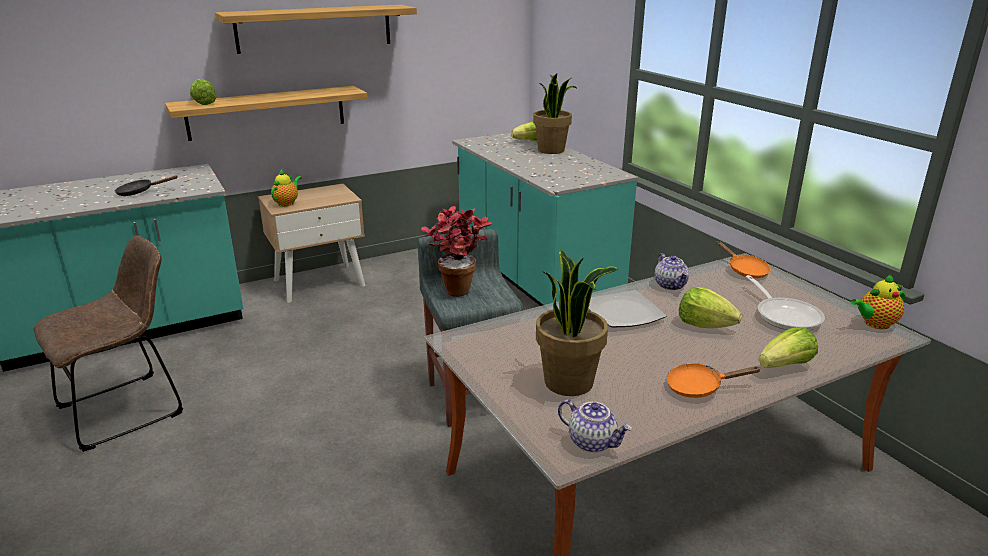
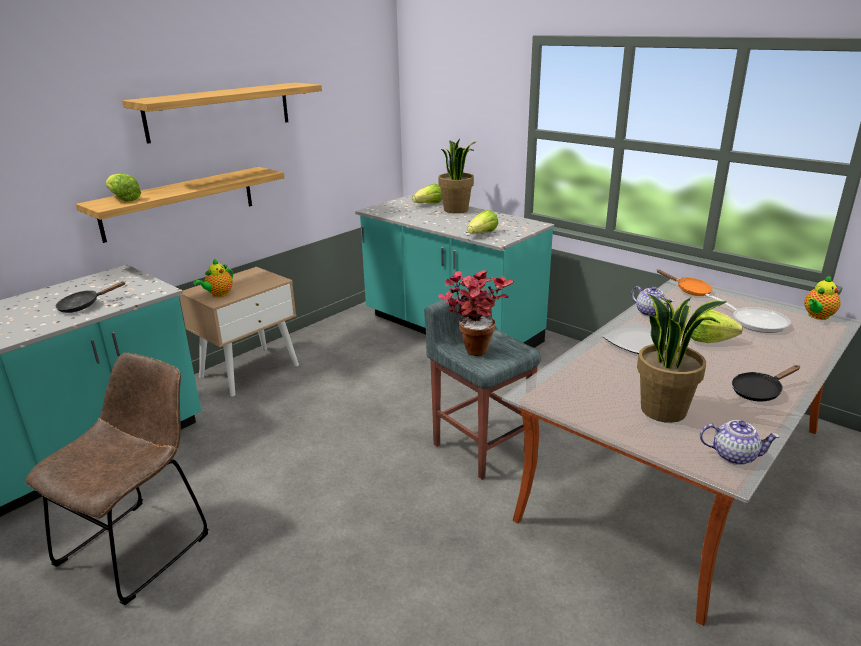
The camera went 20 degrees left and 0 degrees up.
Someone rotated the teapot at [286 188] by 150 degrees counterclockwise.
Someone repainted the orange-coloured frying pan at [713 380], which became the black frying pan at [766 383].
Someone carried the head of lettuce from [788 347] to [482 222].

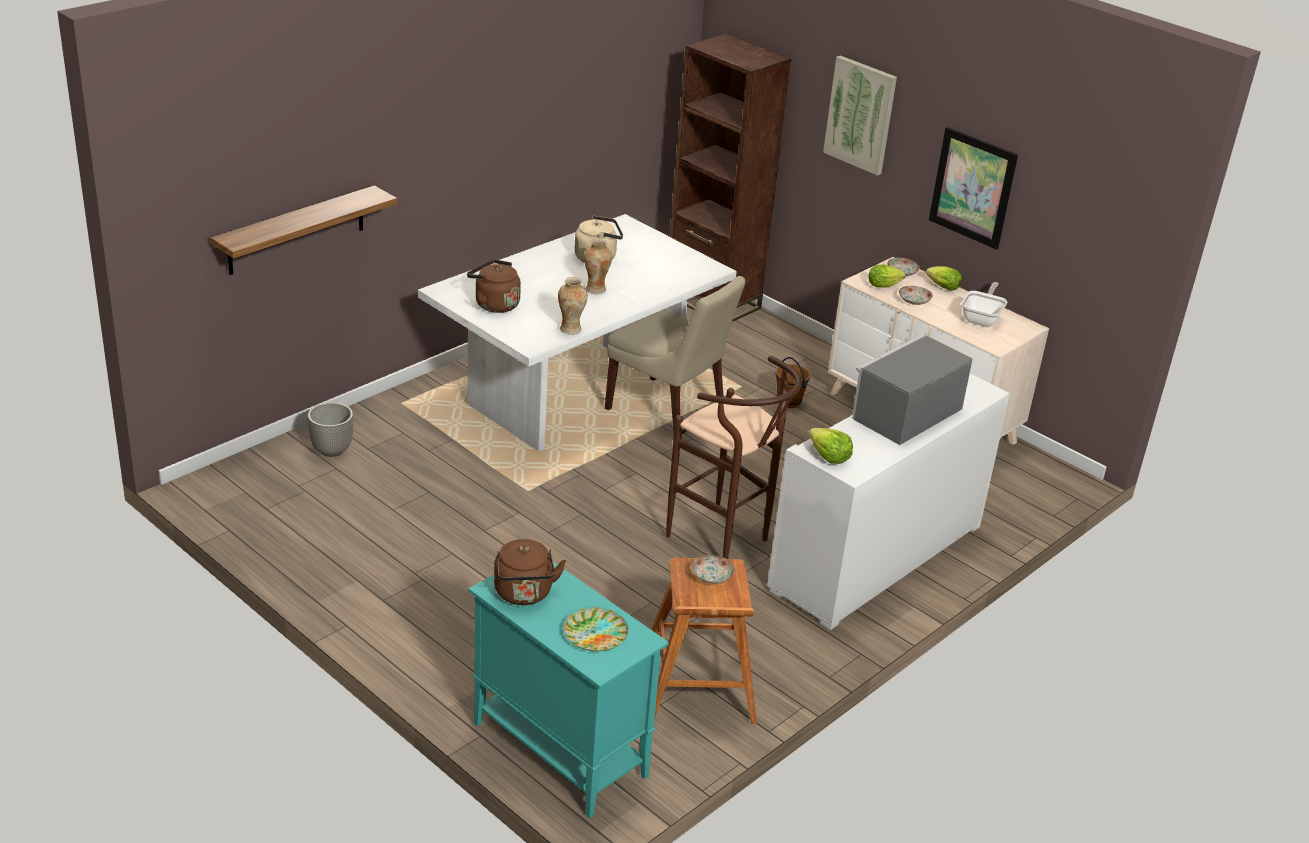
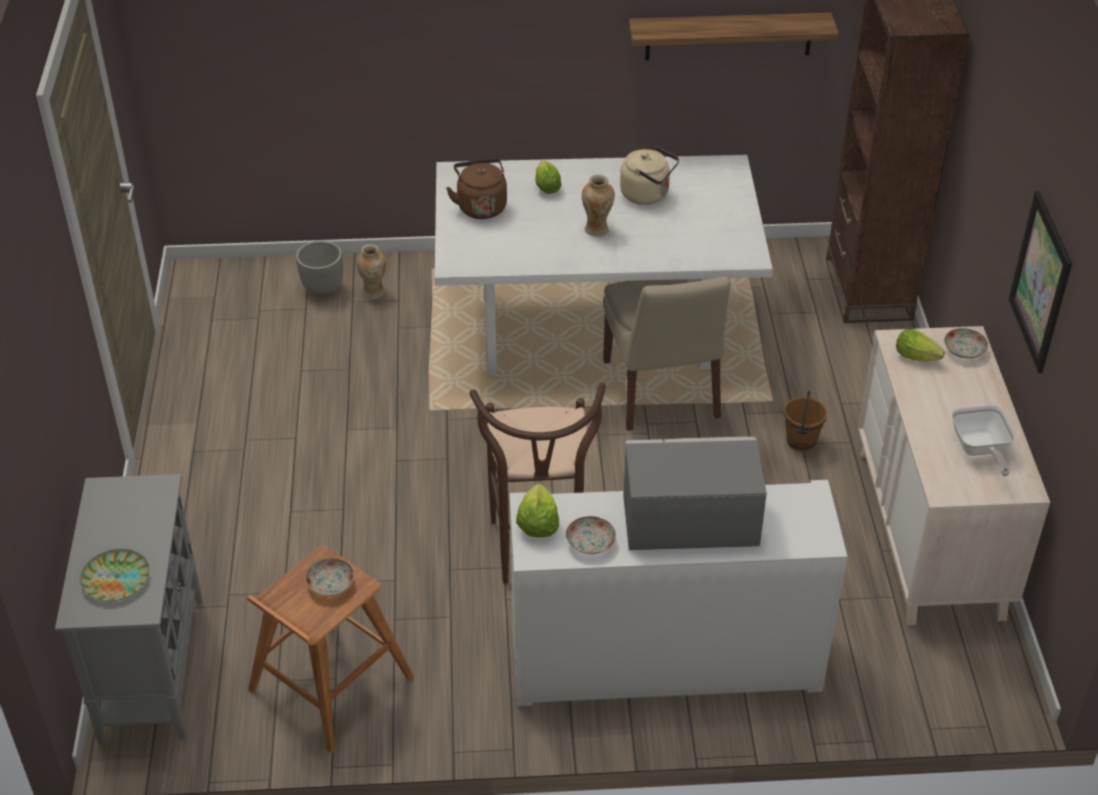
The camera went 45 degrees right and 10 degrees up.
Someone carried the wall shelf from [304 230] to [734 36].
Someone repainted the turquoise-coloured storage cabinet at [568 690], which became the grey storage cabinet at [129 609].
Someone took away the brown tea kettle at [530 572].
Someone carried the decorative vase from [573 306] to [371 271].
Someone took away the wall art at [860 116].
Someone carried the flat dish from [916 295] to [591 535].
Someone carried the head of lettuce from [944 278] to [548 177].
Someone rotated the frying pan at [984 304] by 105 degrees clockwise.

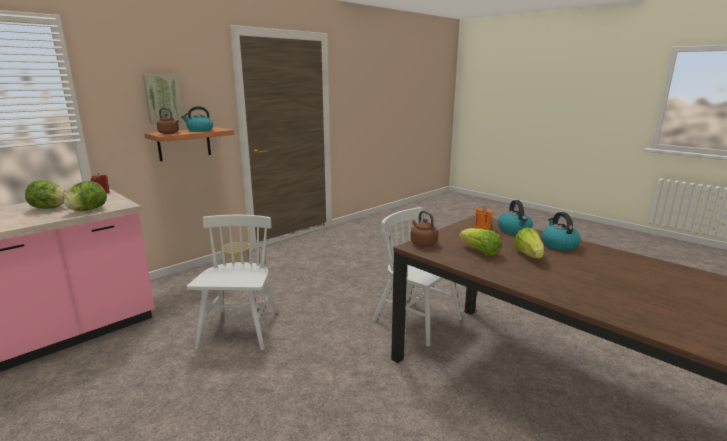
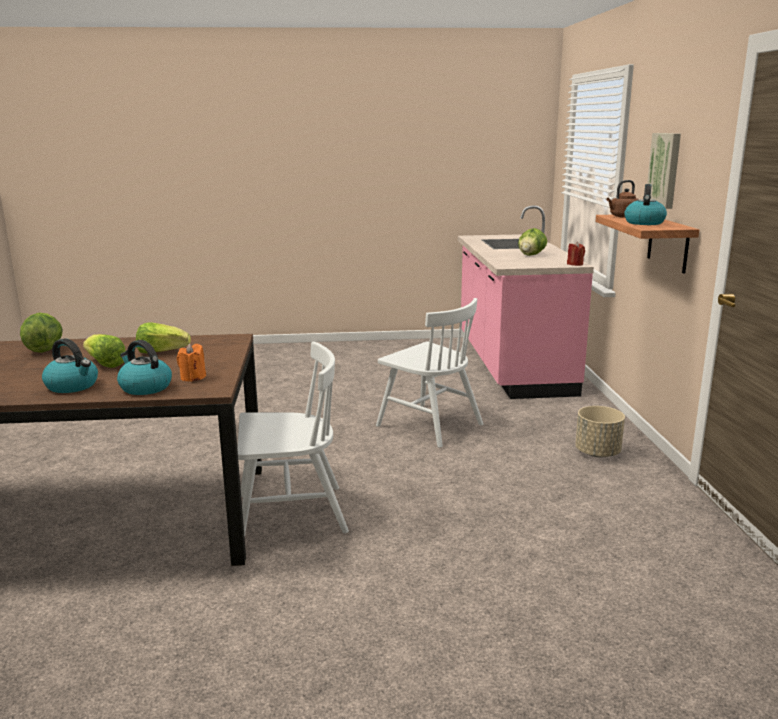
The camera went 130 degrees right and 0 degrees up.
Someone carried the head of lettuce from [85 196] to [41 332].
Someone took away the brown tea kettle at [424 229].

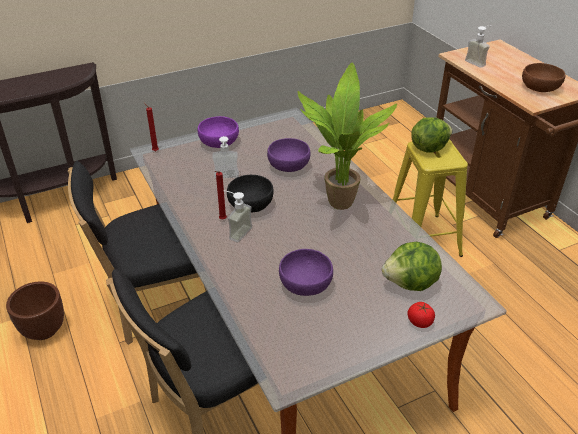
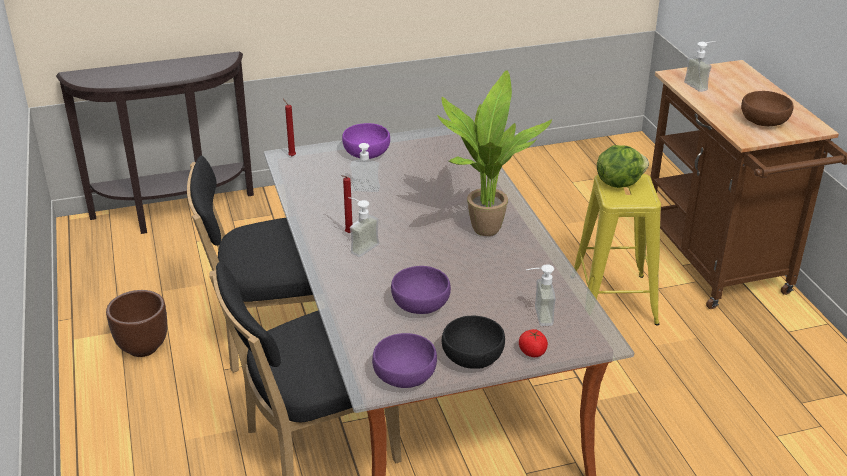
The camera went 10 degrees right and 5 degrees down.
Someone carried the black deep dish from [250 194] to [473 342].
Someone carried the purple-coloured deep dish from [288 155] to [404 360].
Someone swapped the head of lettuce at [412 266] for the soap bottle at [541 295].

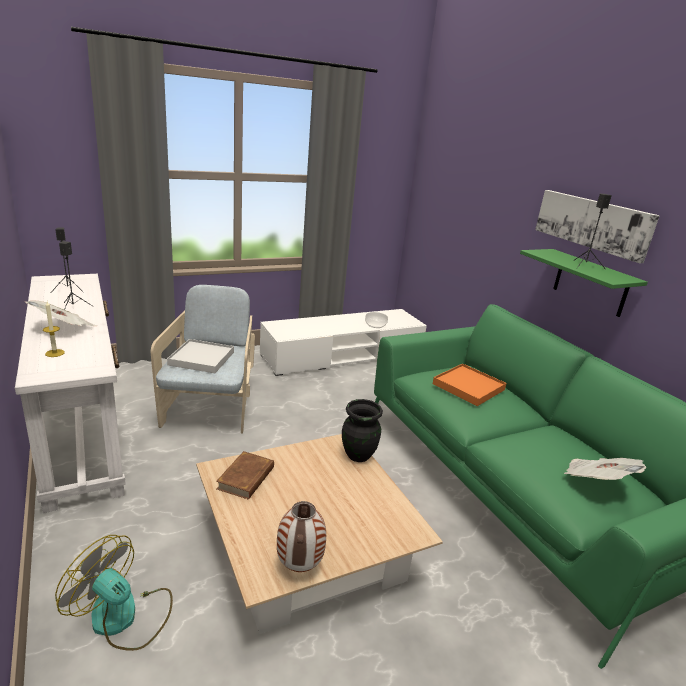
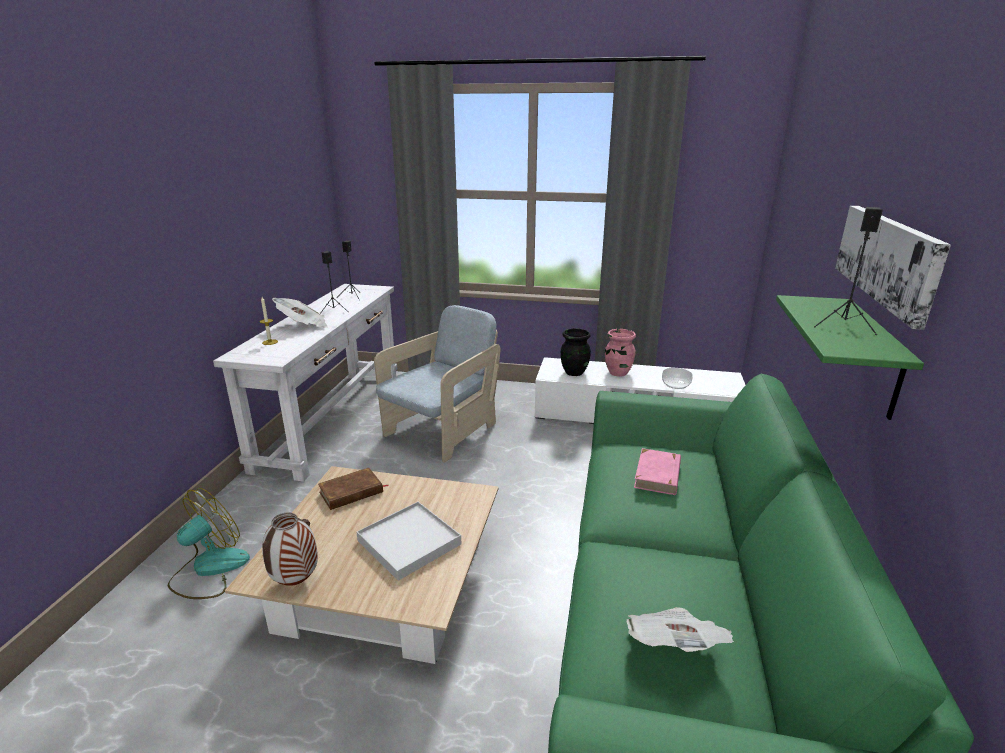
The camera went 40 degrees right and 0 degrees up.
Someone rotated the electric fan at [114 593] by 60 degrees clockwise.
Someone carried the white tray from [200 356] to [408 541].
Someone carried the black decorative vase from [362 430] to [576 352].
Someone swapped the orange-coloured tray at [470 385] for the pinkish bound book at [657 471].
Someone put down the pinkish decorative vase at [620 353].

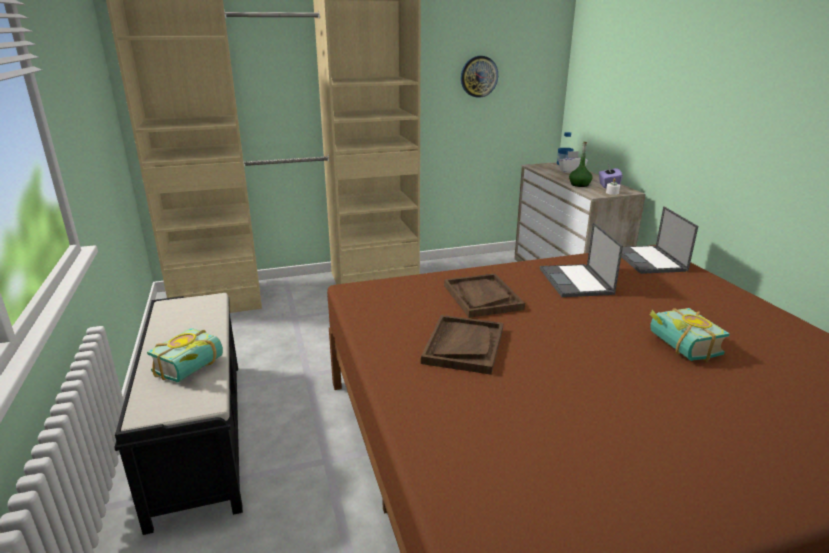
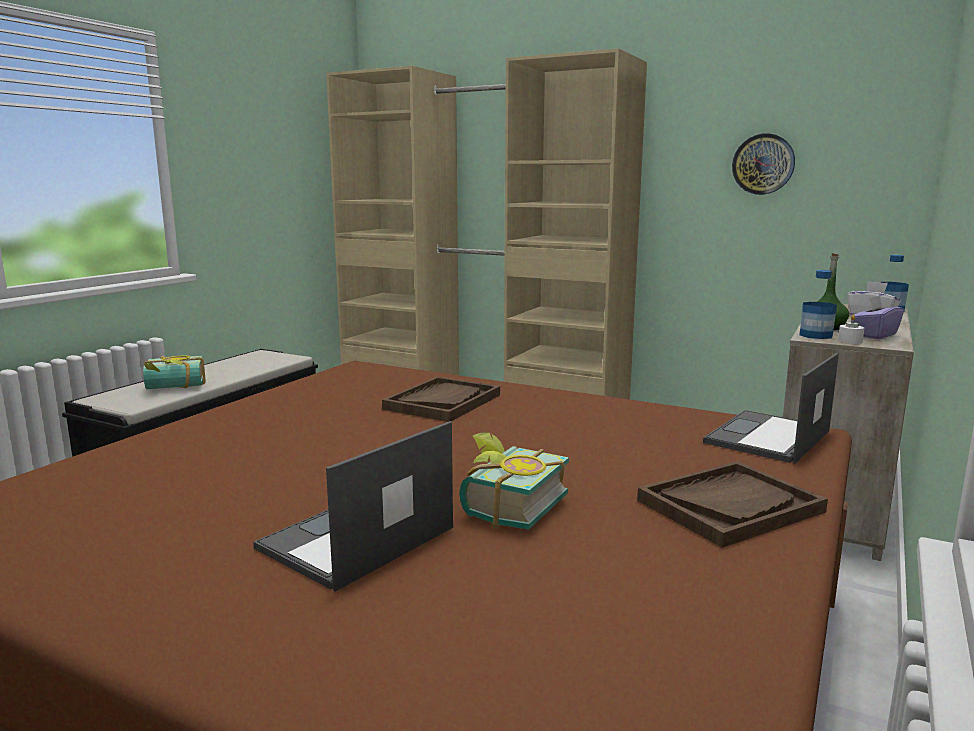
The camera went 45 degrees right and 10 degrees down.
Someone carried the brown tray from [462 345] to [732 504].
Someone carried the portable computer from [581 259] to [353 506].
Someone put down the beverage bottle at [818 304].

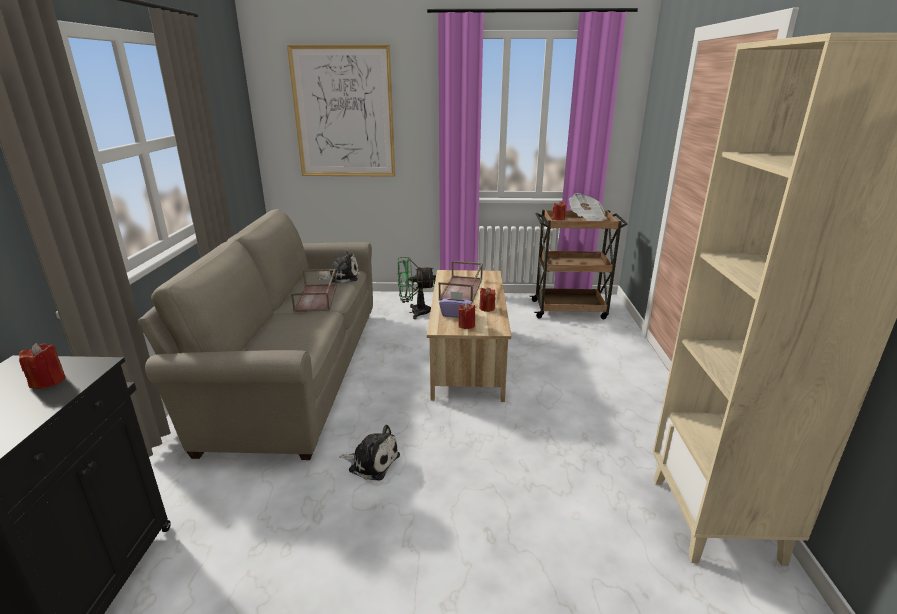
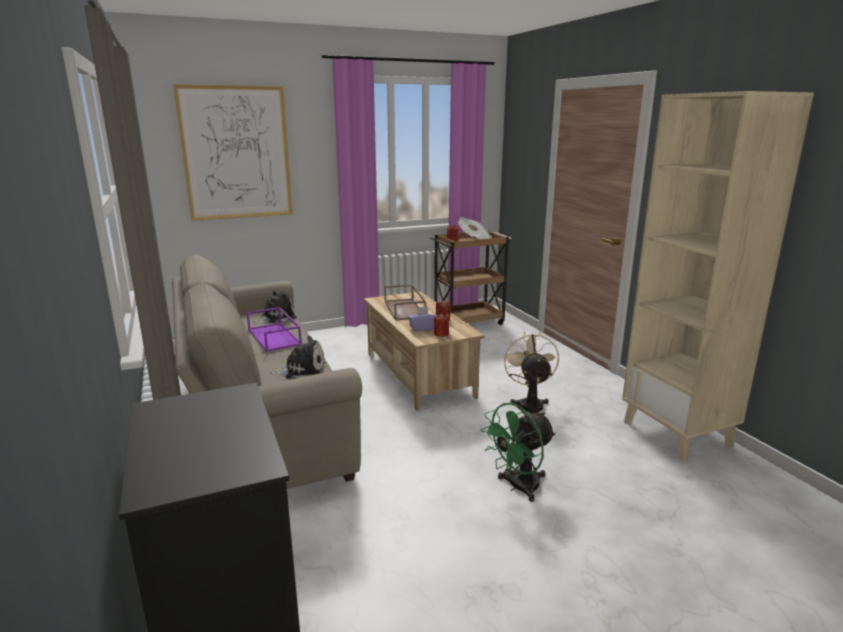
The camera went 25 degrees left and 5 degrees down.
Someone took away the red candle at [42 366].
Someone repainted the brown tray at [314 290], which became the purple-coloured tray at [274 329].
Someone carried the plush toy from [370 452] to [297 357].
Someone carried the green electric fan from [416 288] to [518 452].
Someone put down the beige-coloured electric fan at [531 372].

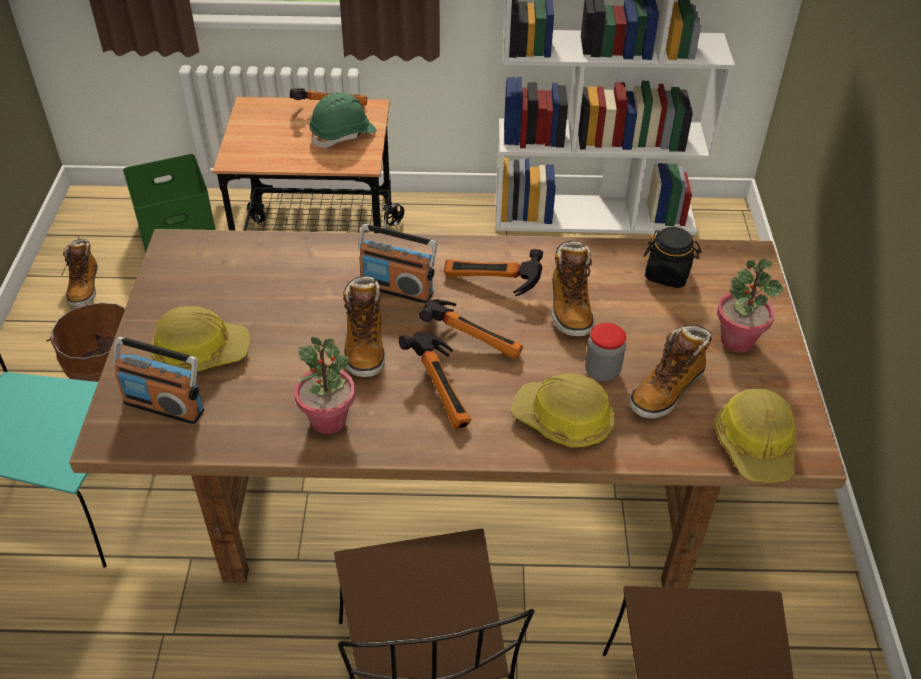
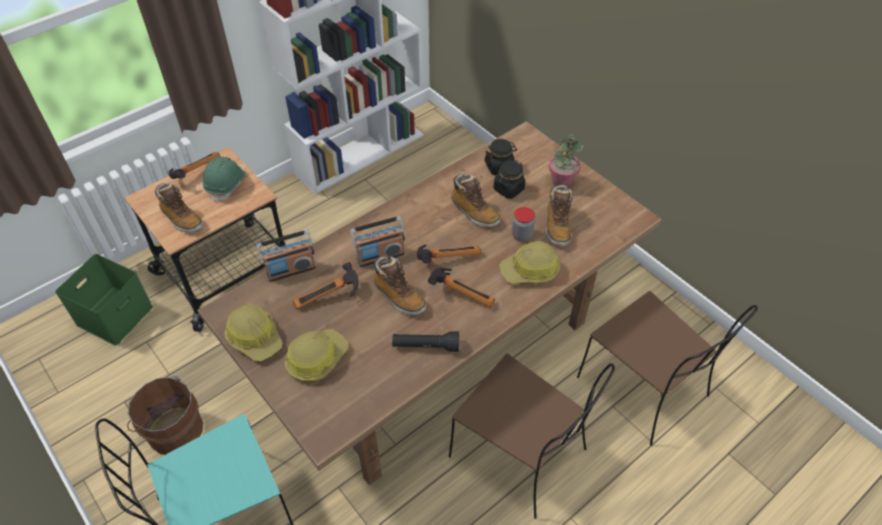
The camera went 40 degrees left and 5 degrees up.
Someone carried the boot from [80 273] to [179 208].
Someone carried the radio from [158 380] to [286 256].
Someone swapped the potted plant at [324 385] for the black flashlight at [425 341].
Someone carried the hammer from [493 272] to [325 286].
Someone carried the hard hat from [755 436] to [254 333].
Someone put down the black jar at [509 179].

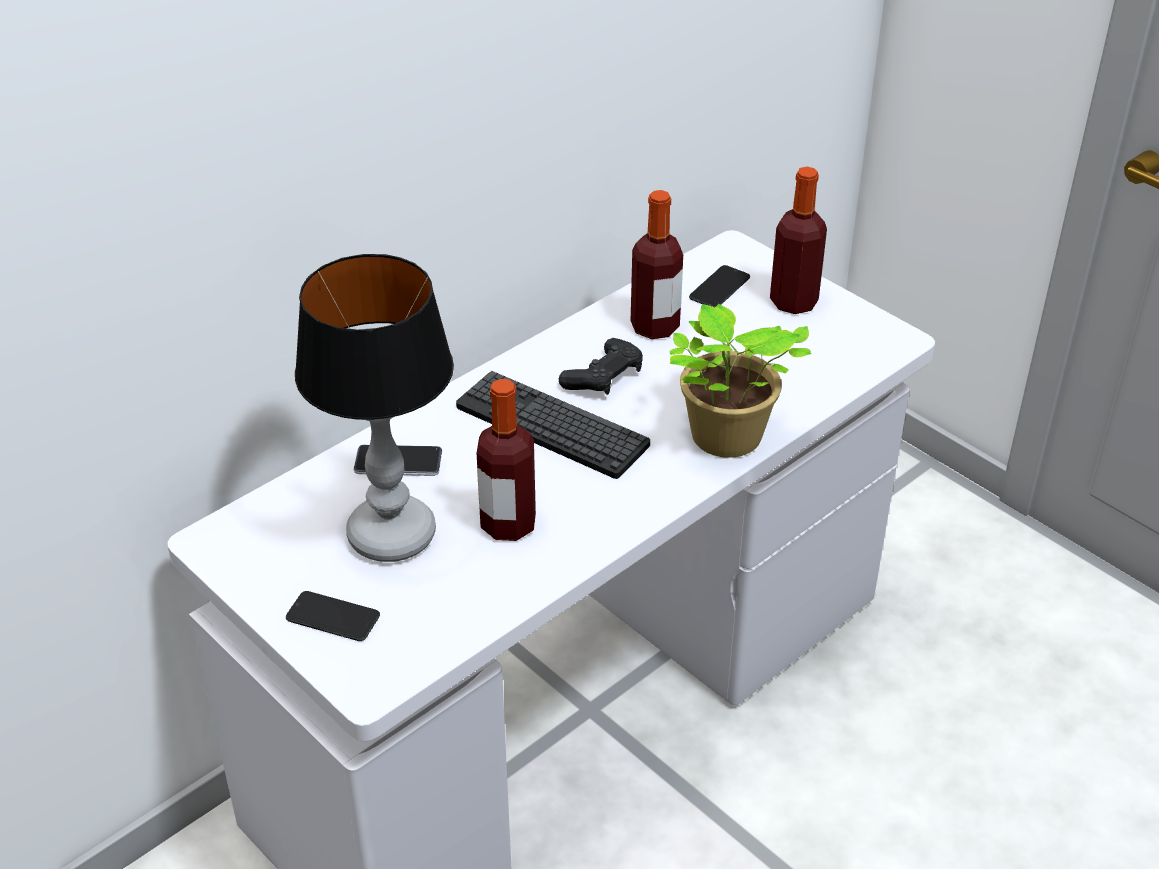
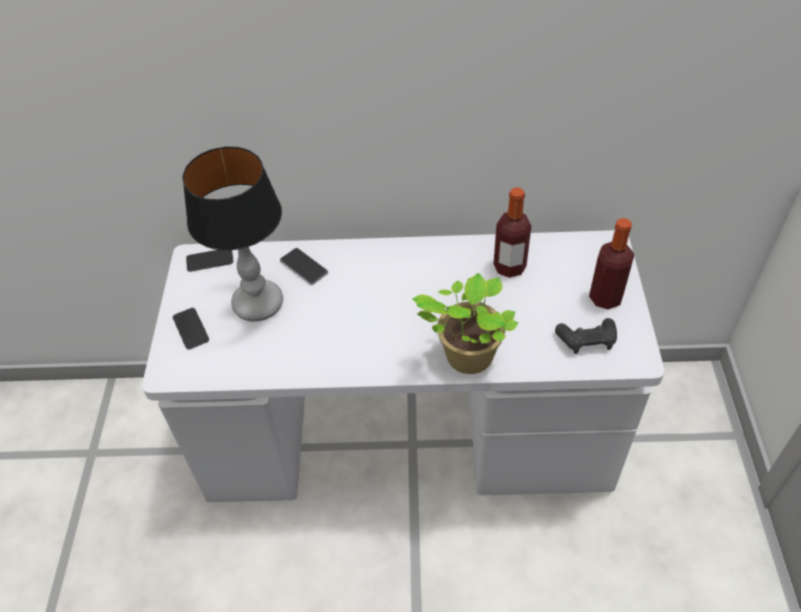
The camera went 45 degrees right and 10 degrees up.
Someone took away the PC keyboard at [553 425].
Someone took away the beverage bottle at [506 460].
Someone carried the black game controller from [601 366] to [586 336].
Someone carried the handset from [719 286] to [209 261].

